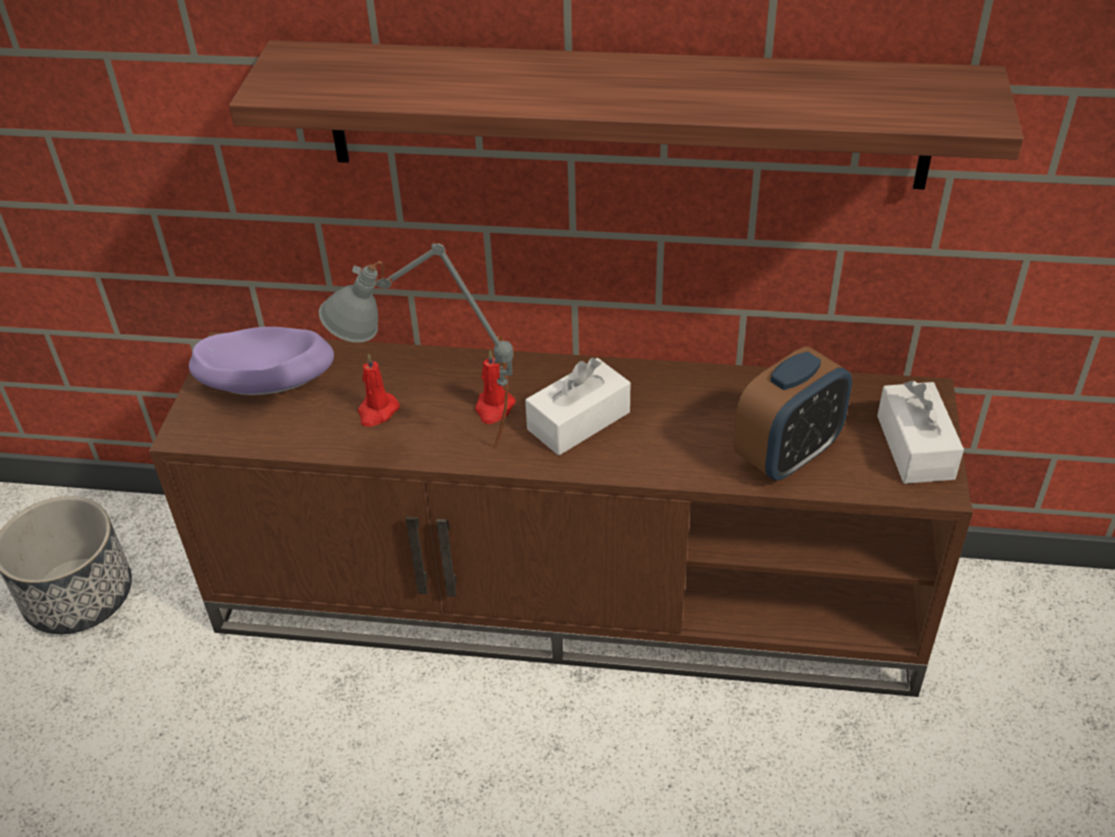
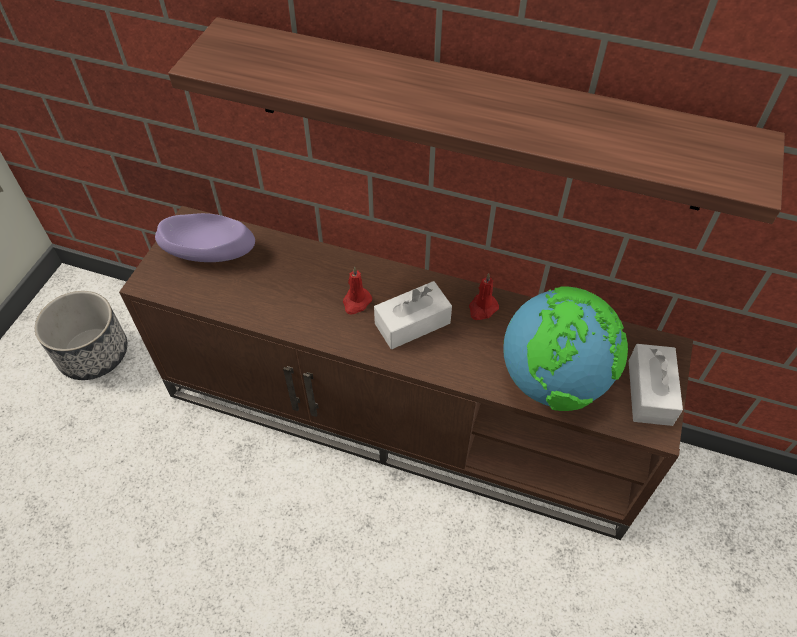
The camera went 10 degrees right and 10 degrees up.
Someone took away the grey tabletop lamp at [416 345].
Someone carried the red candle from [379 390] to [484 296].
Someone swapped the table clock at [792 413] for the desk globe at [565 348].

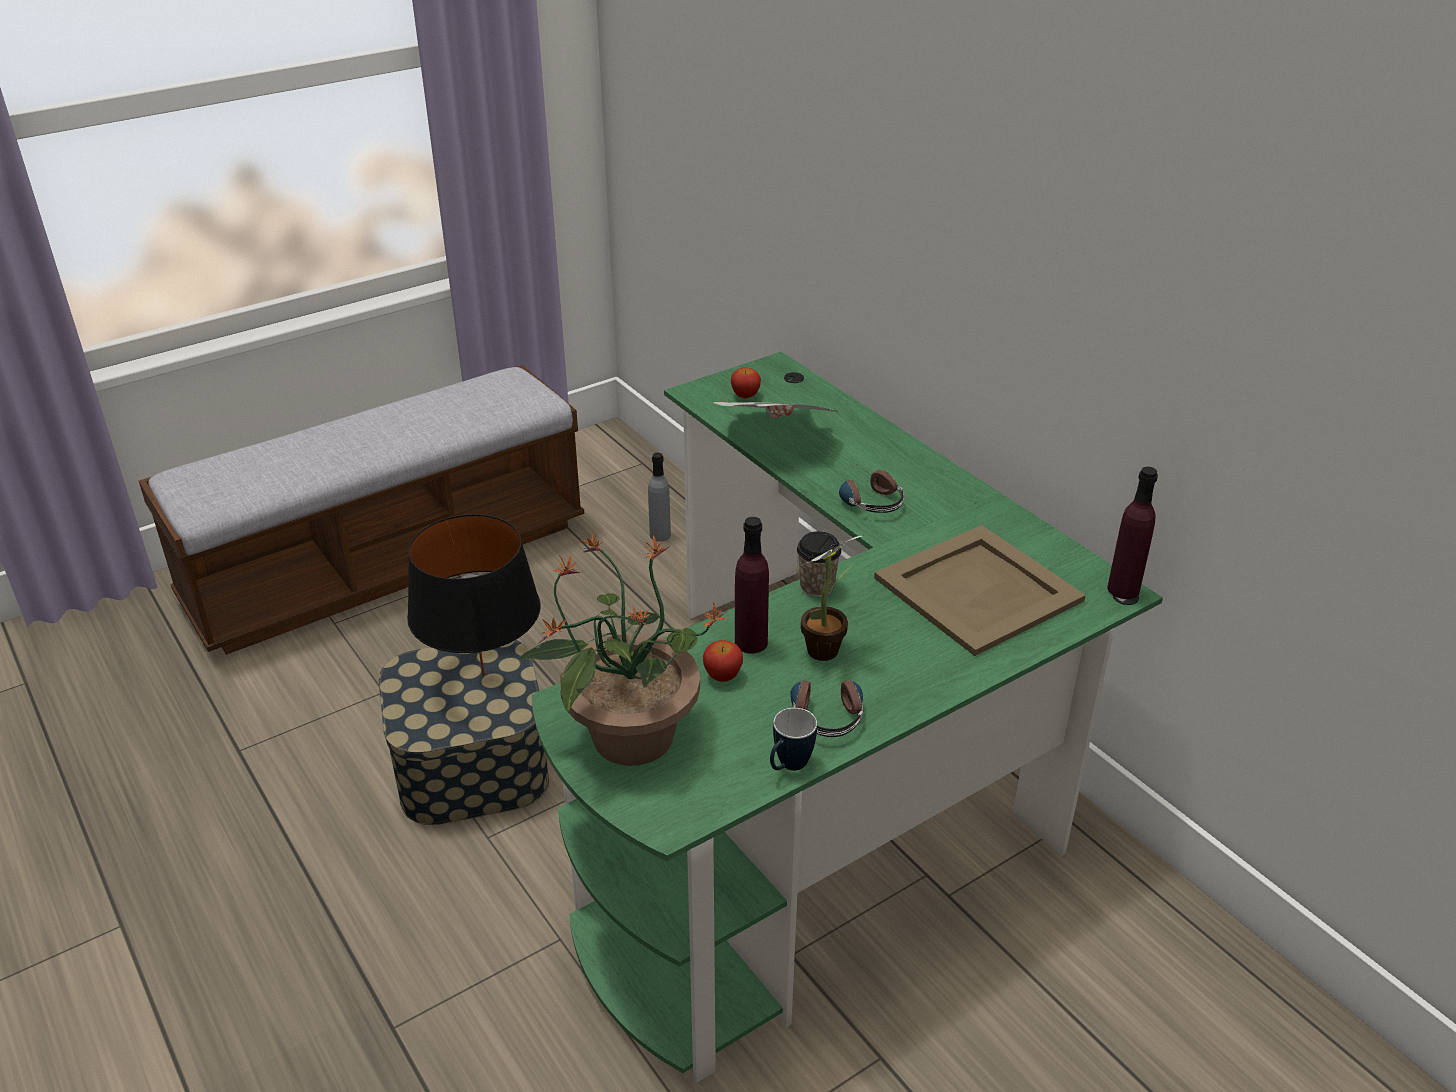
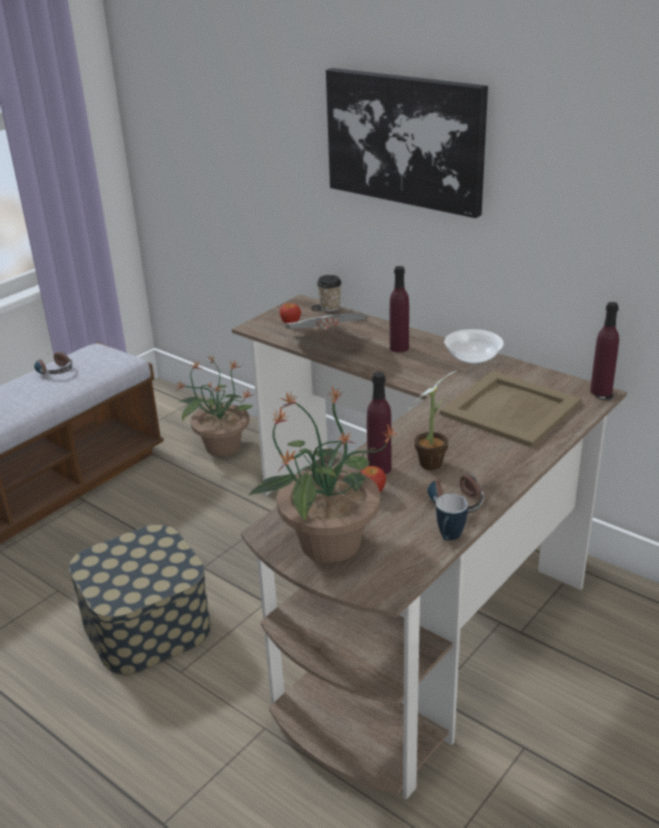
The camera went 15 degrees left and 5 degrees down.
Someone took away the black tabletop lamp at [474 595].
Someone repainted the green desk at [847 717], which became the brown desk at [429 547].
Someone swapped the grey beverage bottle at [659 497] for the potted plant at [214 405].
Someone carried the small cup from [819 564] to [329 293].
Someone carried the pair of headphones from [871 488] to [53 363].
Someone put up the wall art at [407 143].
Someone put down the purple-coloured beverage bottle at [399 309].
Someone put down the deep dish at [474 346].

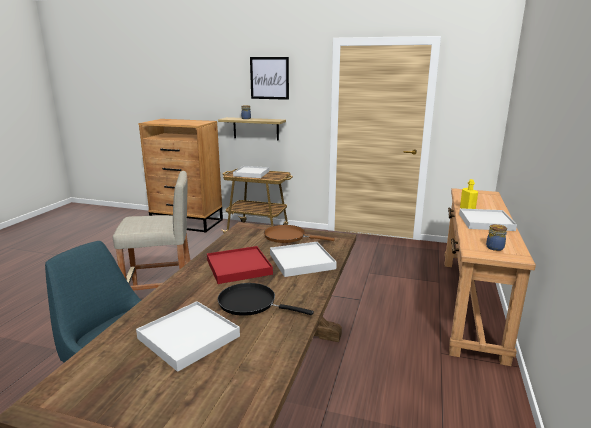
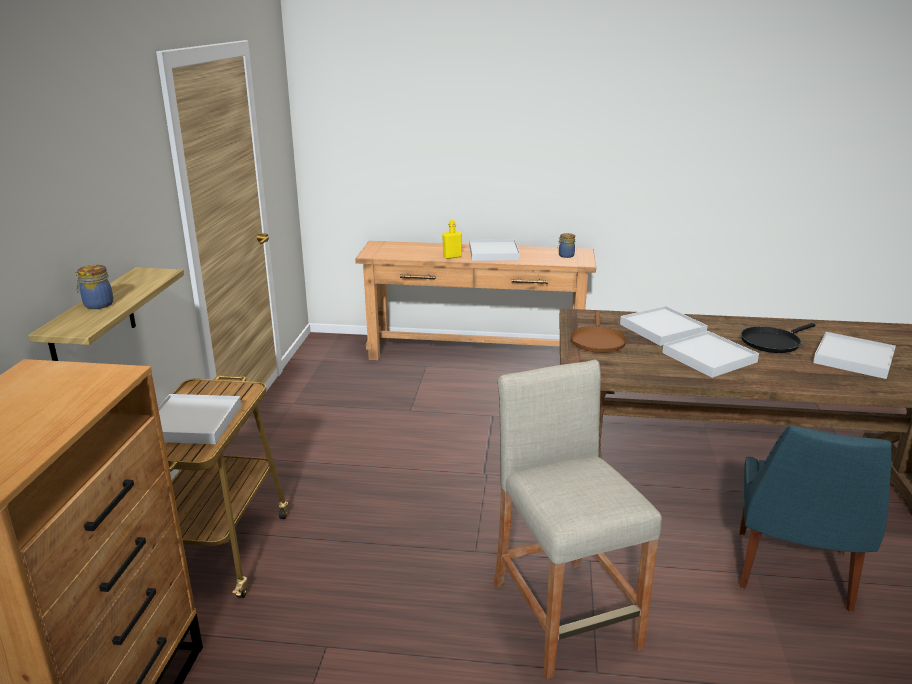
The camera went 100 degrees left and 5 degrees up.
Someone repainted the red tray at [240 265], which became the white tray at [710 354].
Someone rotated the black frying pan at [265 299] by 45 degrees clockwise.
Someone took away the wall art at [269 78].

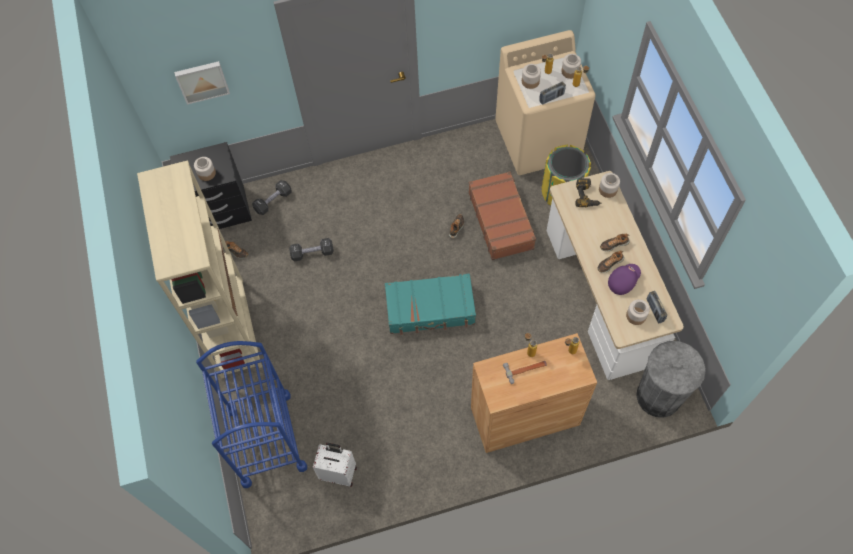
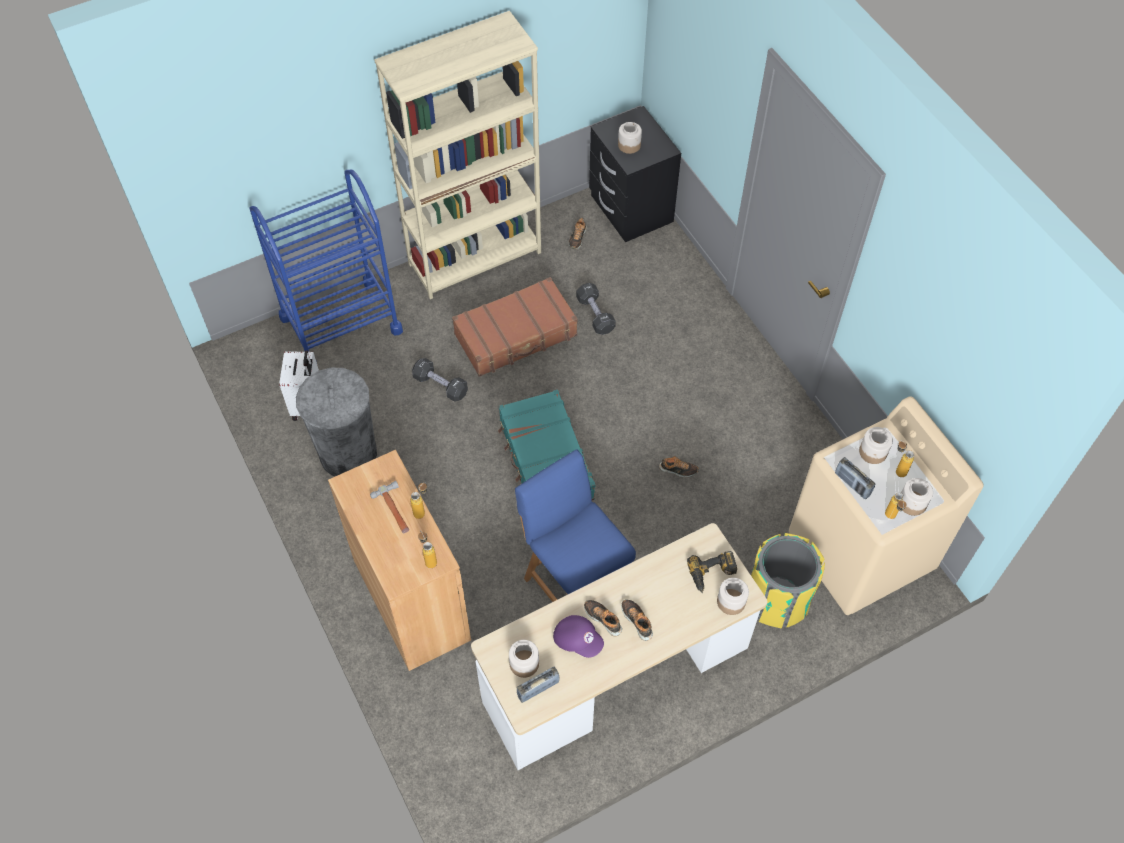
The camera went 75 degrees right and 5 degrees down.
Someone took away the wall art at [202 83].
Someone carried the black hand weight from [271 197] to [440 380].
Someone carried the brown travel case from [502 215] to [515 327].
Someone carried the grey trash can from [671 379] to [336 422].
Someone put down the blue-coloured upright chair at [575 525].

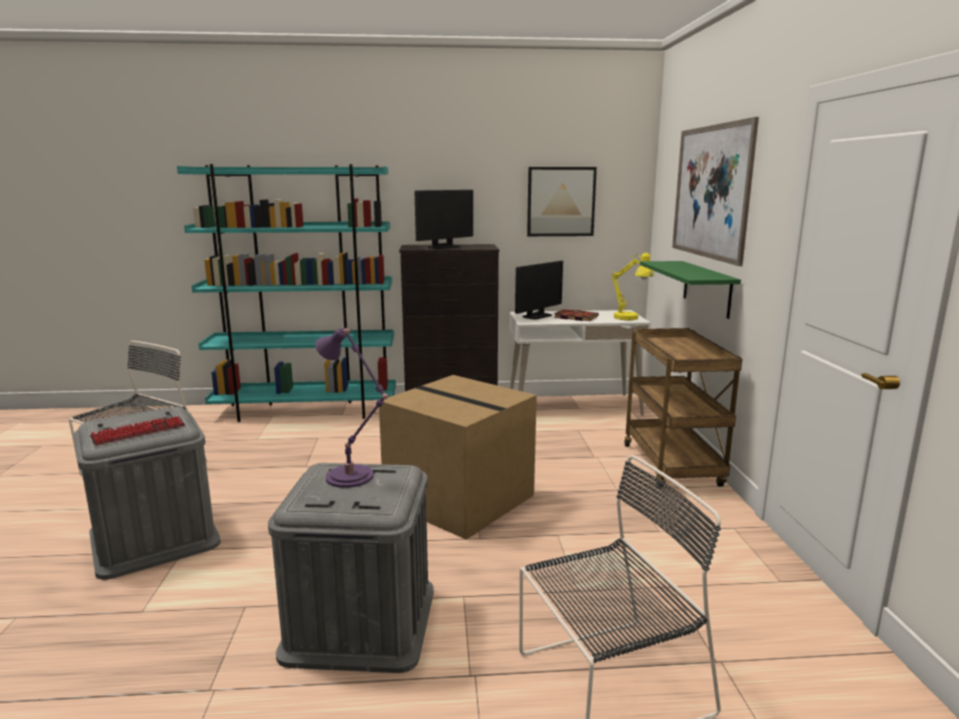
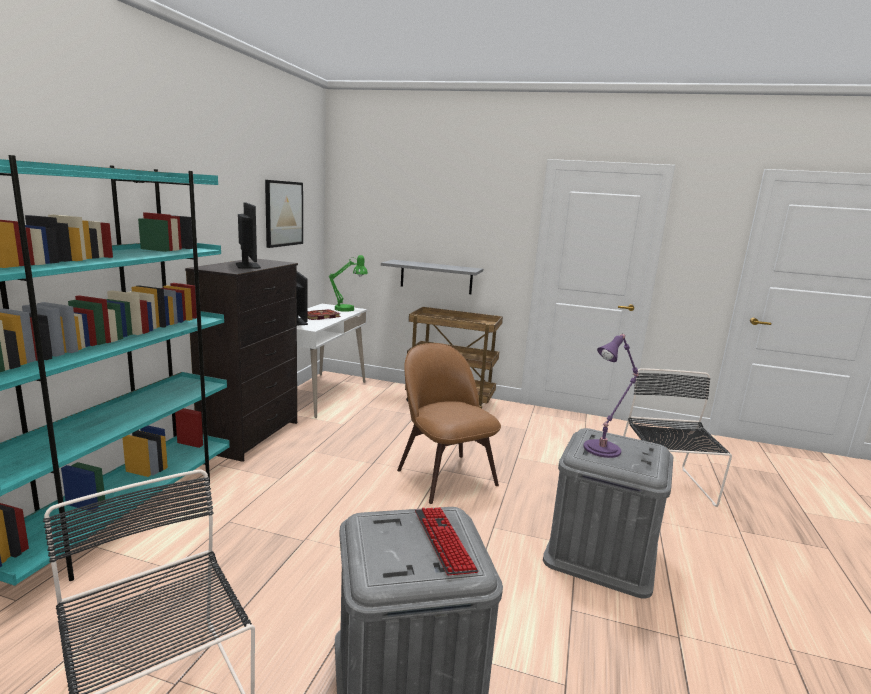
The camera went 70 degrees left and 0 degrees up.
Someone swapped the cardboard box at [458 457] for the brown upright chair at [449 423].
Someone repainted the yellow-coloured tabletop lamp at [633 286], which became the green tabletop lamp at [348 283].
Someone repainted the green wall shelf at [690 290], which became the grey wall shelf at [432 277].
Someone took away the wall art at [715 191].

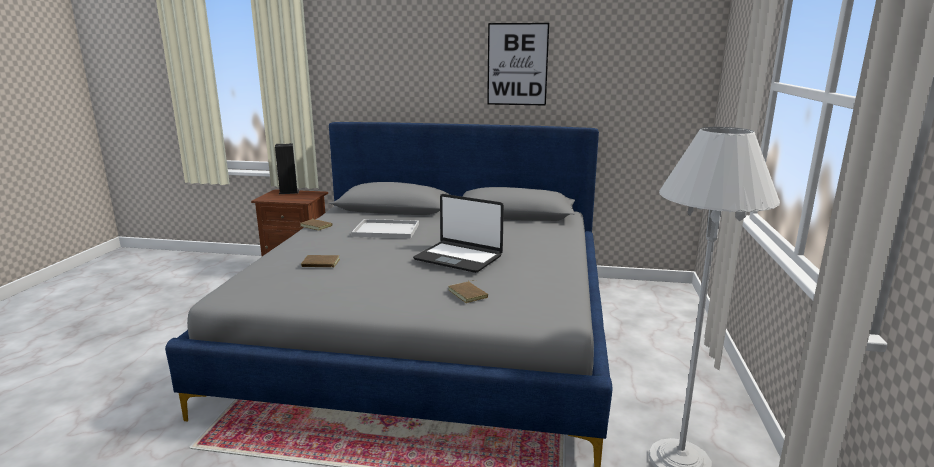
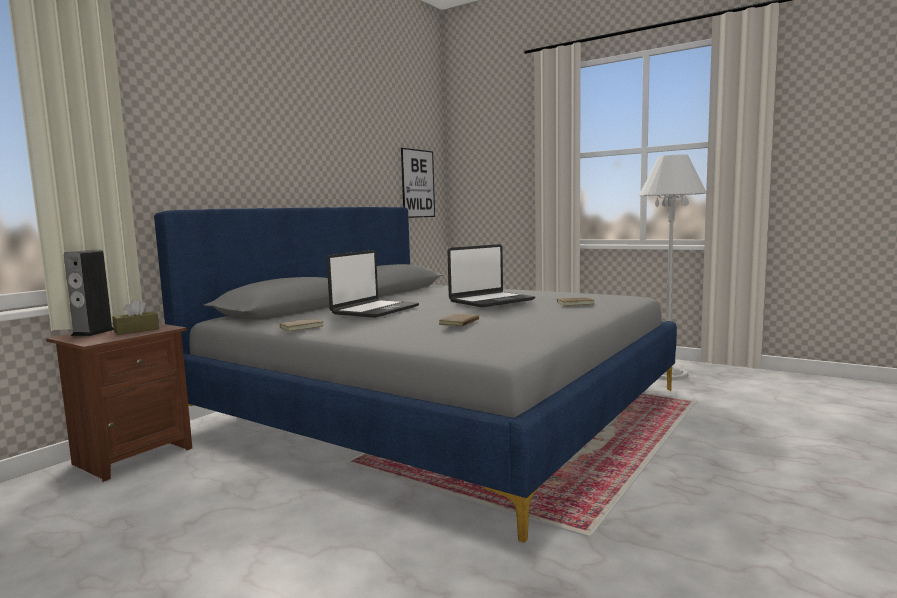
The camera went 65 degrees left and 10 degrees down.
Someone swapped the white tray at [385 229] for the portable computer at [373 284].
Someone carried the wall art from [518 64] to [418 183].
Someone put down the brown box of tissues at [135 317].

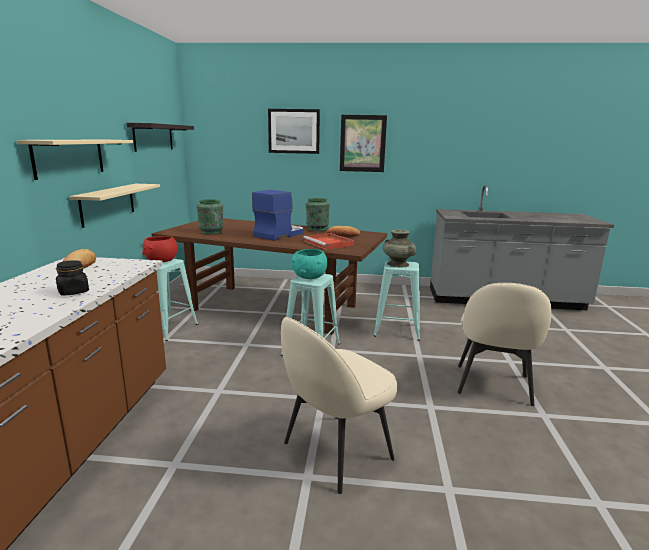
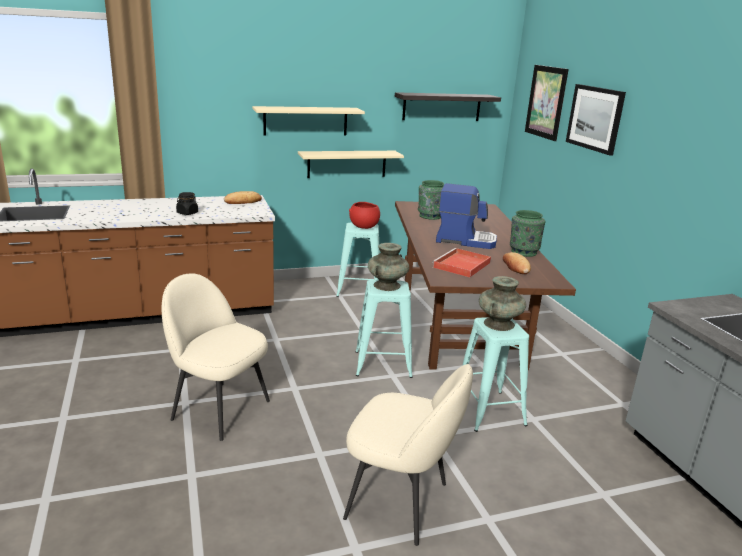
The camera went 65 degrees right and 5 degrees up.
Someone swapped the turquoise-coloured deep dish at [309 264] for the turquoise-coloured decorative vase at [388 267].
Someone carried the wall art from [363 143] to [547 103].
Someone rotated the beige-coloured upright chair at [504 344] by 150 degrees counterclockwise.

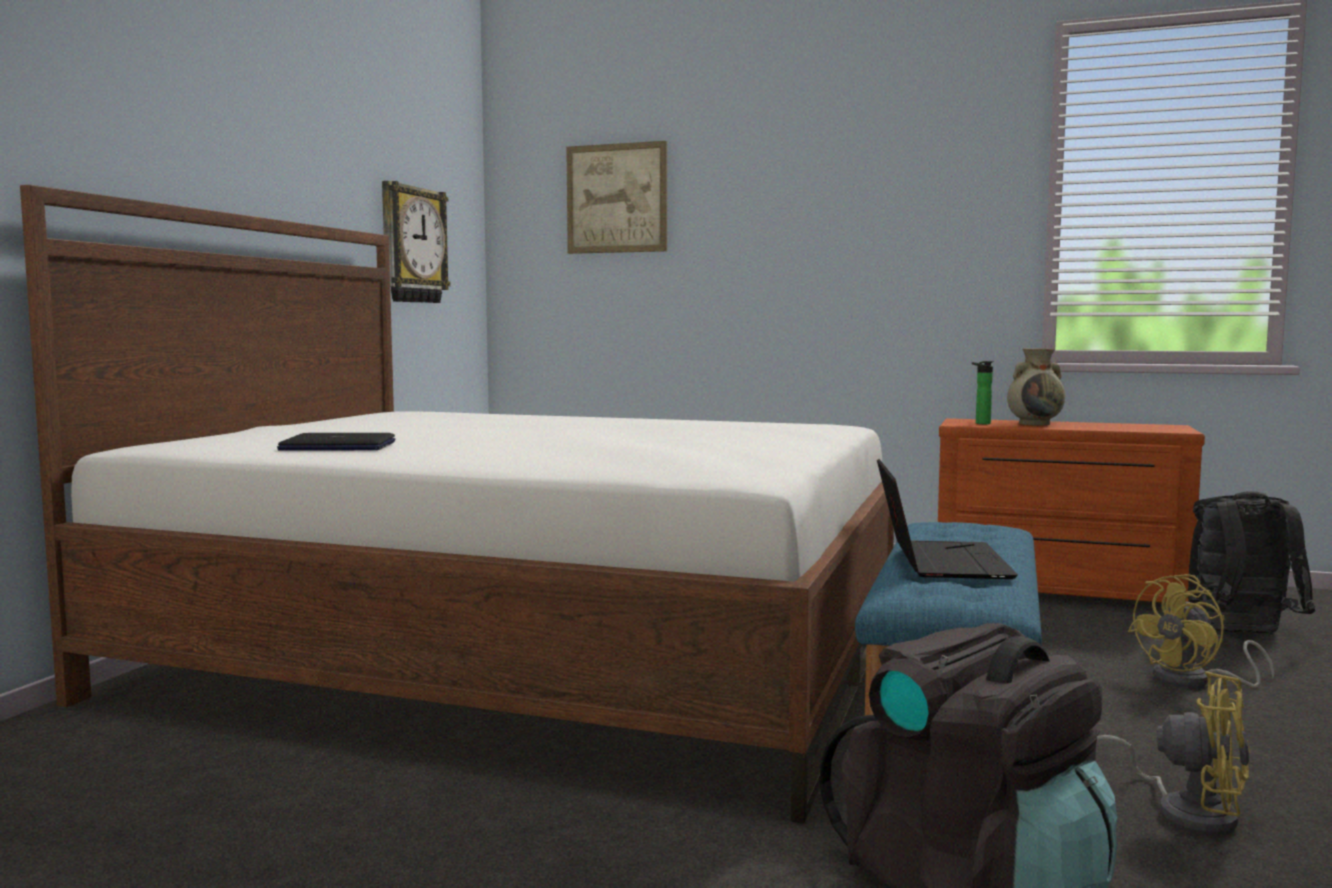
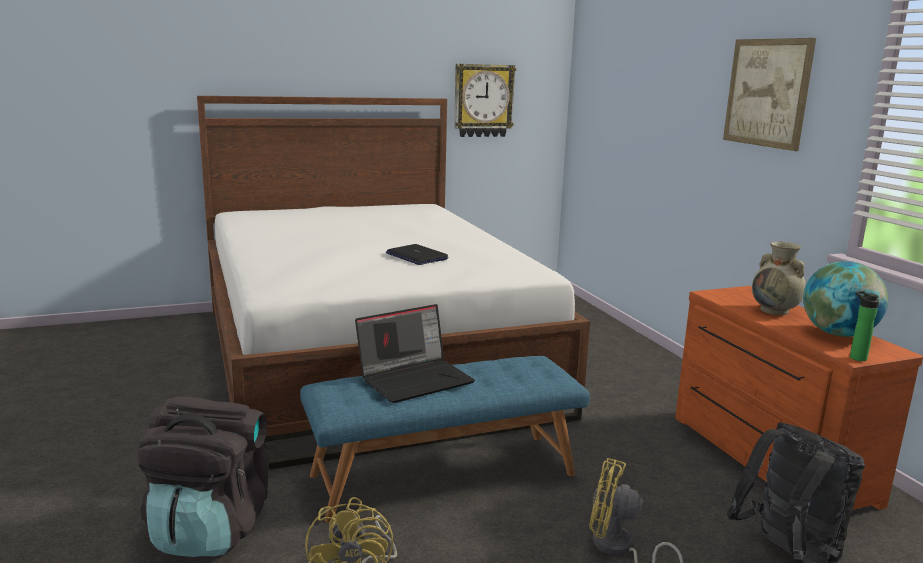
The camera went 50 degrees right and 10 degrees up.
Someone carried the portable computer from [336 442] to [417 254].
Someone carried the wall art from [616 197] to [769 94].
Someone carried the beverage bottle from [983 392] to [864 326].
Someone put down the desk globe at [845 299].

